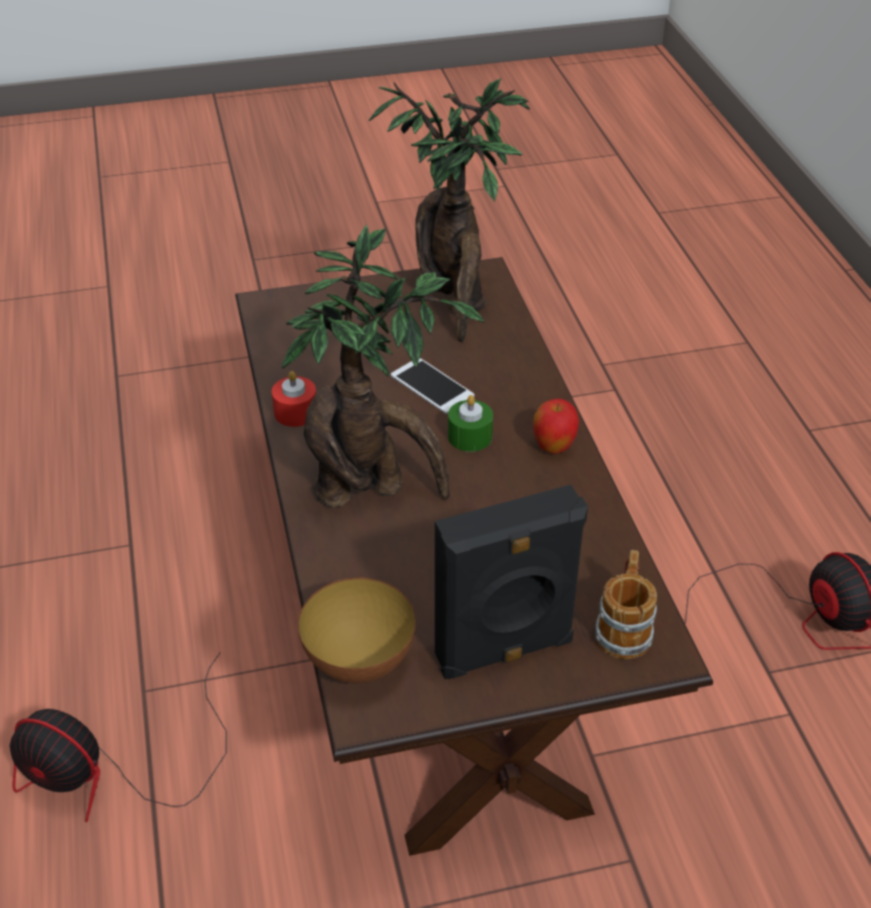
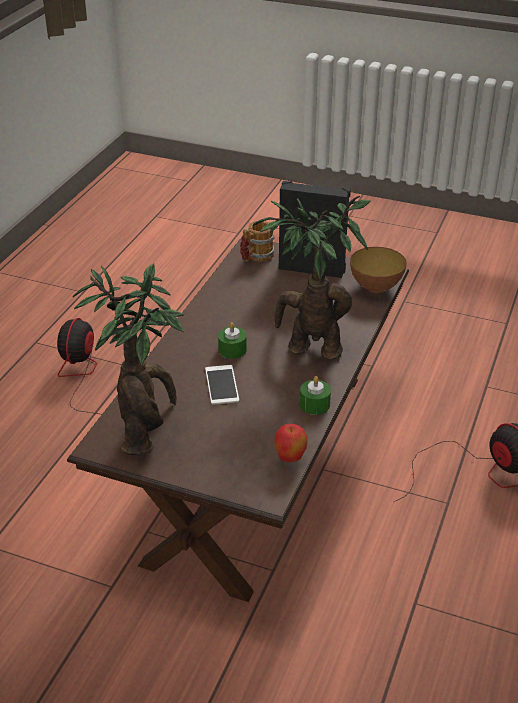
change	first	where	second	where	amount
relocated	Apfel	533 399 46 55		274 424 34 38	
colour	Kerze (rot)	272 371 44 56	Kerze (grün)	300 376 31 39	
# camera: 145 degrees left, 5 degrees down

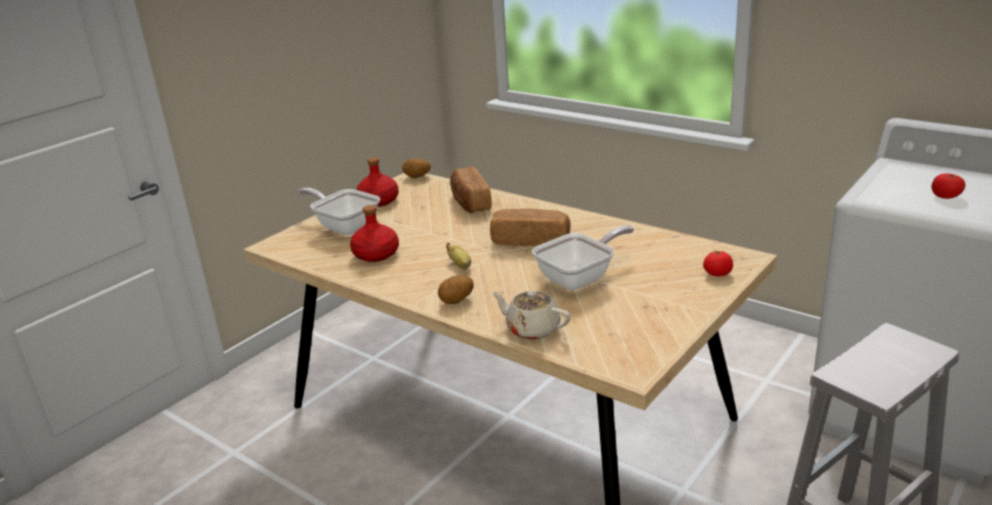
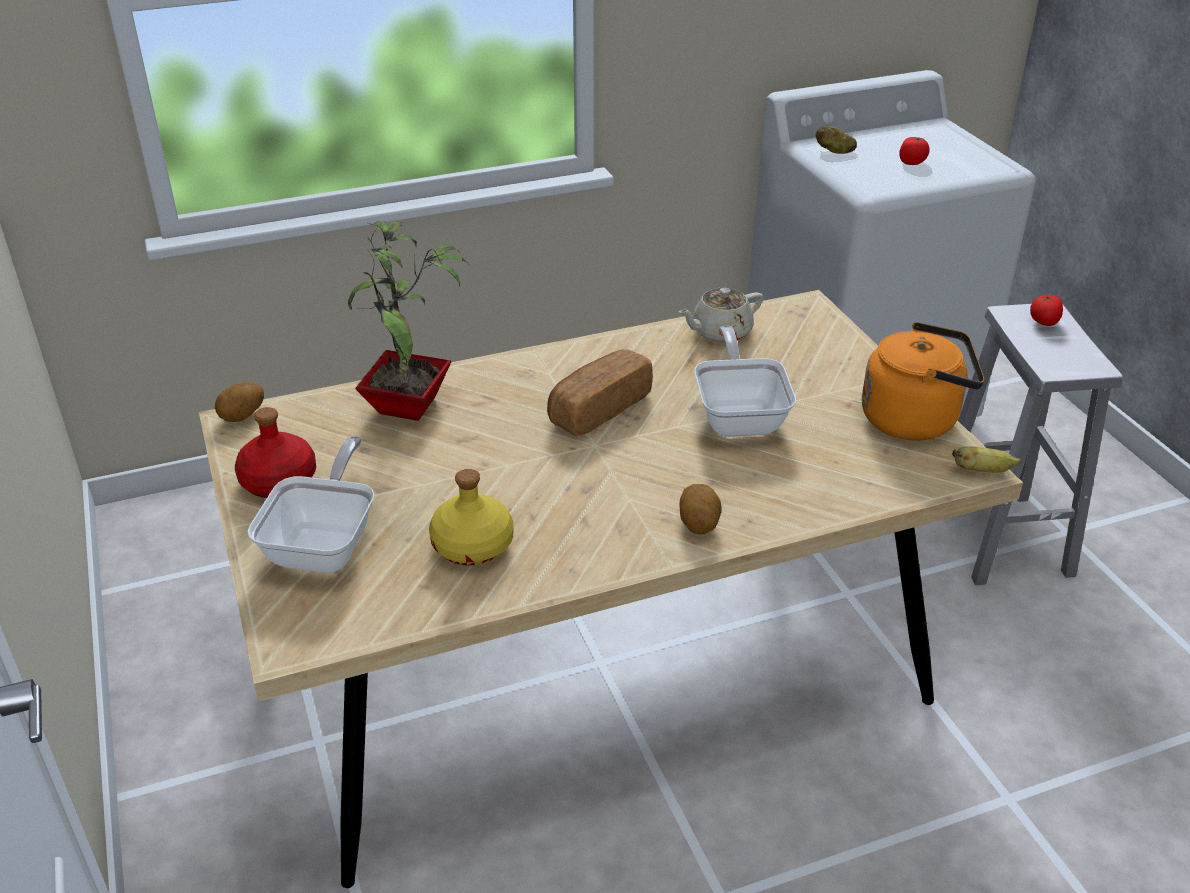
change	first	where	second	where	amount
spun	Pfanne	299 188 81 47		247 436 128 137	120 degrees clockwise
exchanged	Brot	450 166 41 47	Topfpflanze	348 221 122 200	
colour	Flasche (rot)	350 205 49 57	Flasche (gelb)	429 469 84 96	
relocated	Teekanne (beige)	491 291 80 49		679 288 84 55	
appeared			Kartoffel	816 125 41 29	
appeared			Wasserkessel (orange)	862 322 122 119	
relocated	Banane	446 243 25 26		952 446 69 27	
relocated	Tomate	703 250 30 26		1030 294 33 32	
# camera: 60 degrees left, 10 degrees up

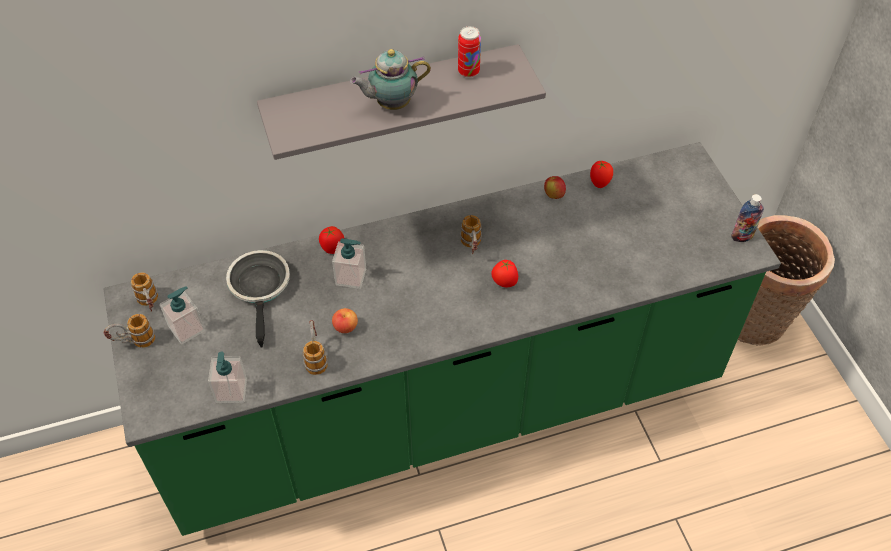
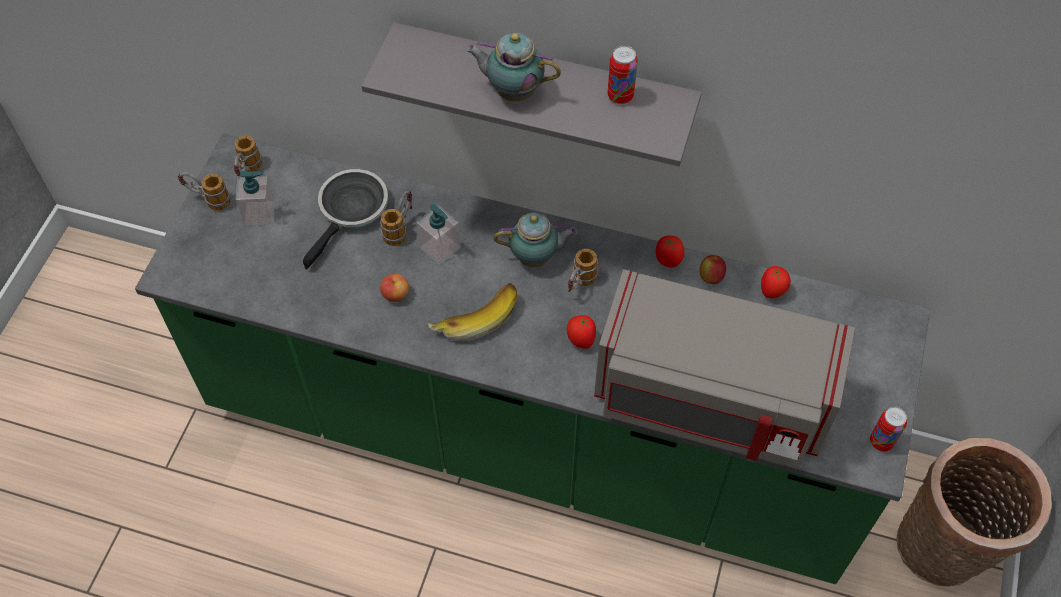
change	first	where	second	where	amount
relocated	Henkelbecher	303 320 25 55		380 190 32 56	
appeared			Banane	428 283 89 58	
appeared			Teekanne	494 212 84 55	
appeared			Mikrowelle (grau)	594 269 261 200	
relocated	Tomate	319 226 26 28		656 235 28 33	
exchanged	Flasche	731 194 33 48	Dose	870 407 37 45	
missing	Seifenspender	208 352 39 51			
# camera: 35 degrees right, 5 degrees up

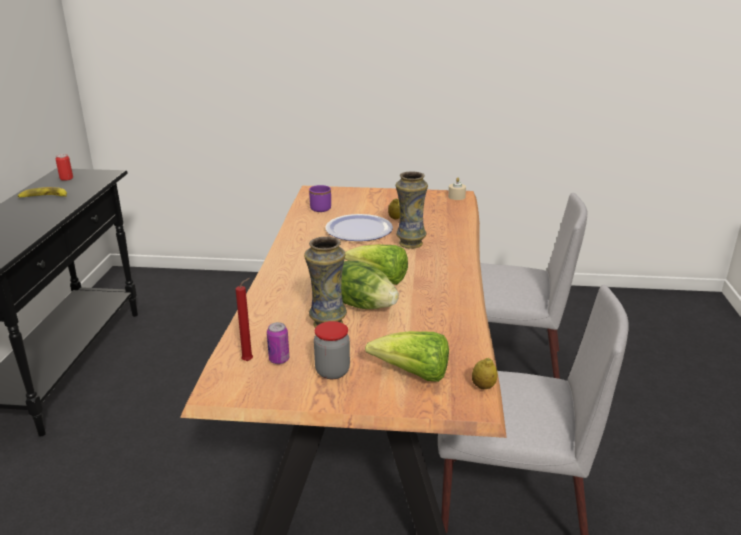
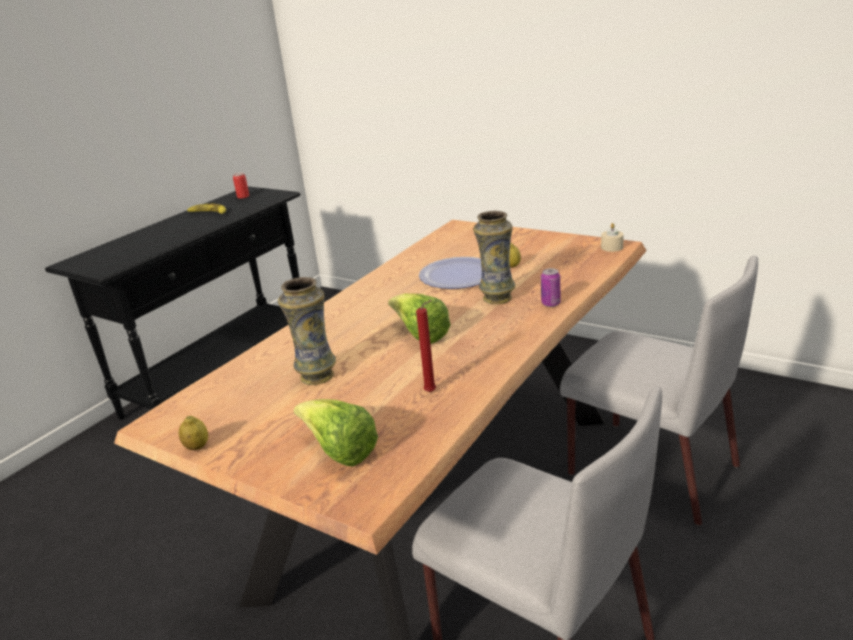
change	first	where	second	where	amount
relocated	Zitrone	472 358 25 31		179 416 29 34	
relocated	Kerze (rot)	236 278 17 83		416 300 20 92	
relocated	Dose	267 322 22 42		541 268 20 39	
missing	Henkelbecher (lila)	309 185 22 27			
missing	Vorratsglas	314 321 36 58			
missing	Salatkopf	341 261 58 48			
# camera: 30 degrees right, 0 degrees up

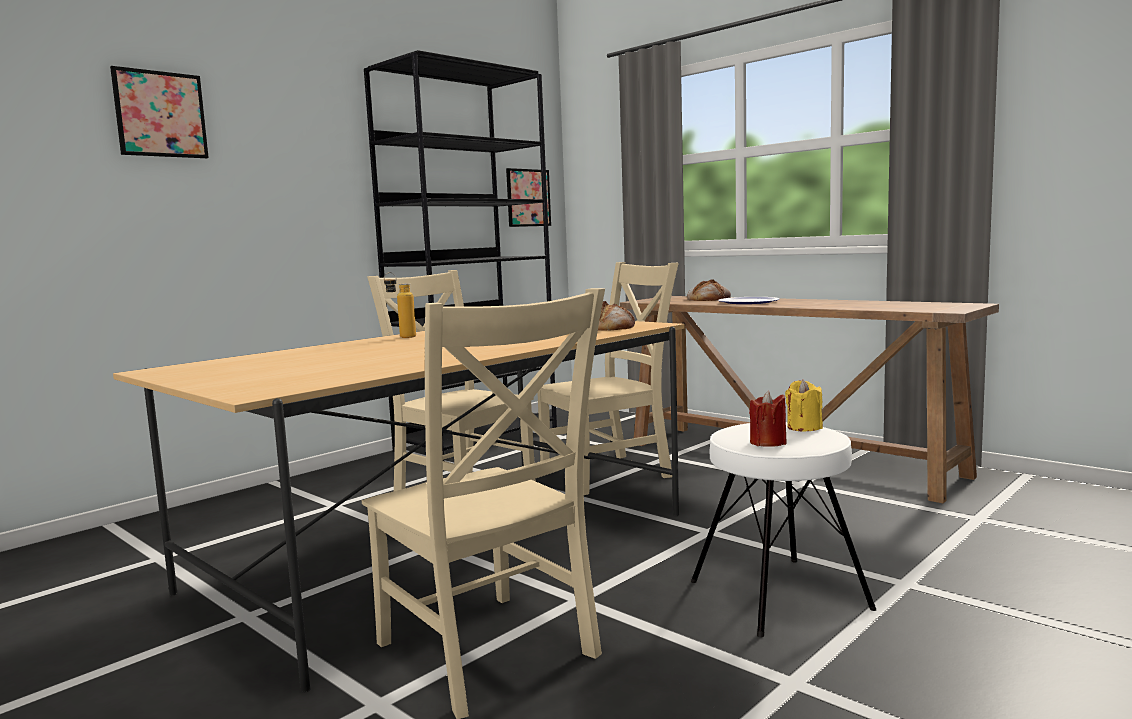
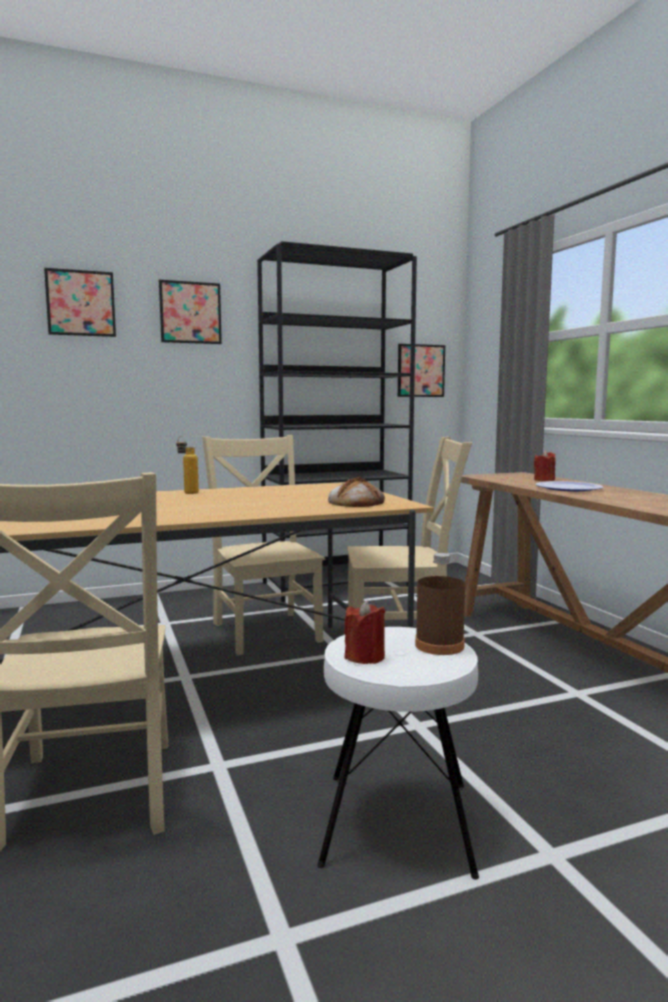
change	first	where	second	where	amount
appeared			Bild	159 280 63 64	
exchanged	Kerze (gelb)	785 379 38 53	Flasche (braun)	415 553 50 102	
exchanged	Brot	687 279 44 22	Kerze (rot)	534 451 22 30	
# camera: 25 degrees right, 0 degrees up

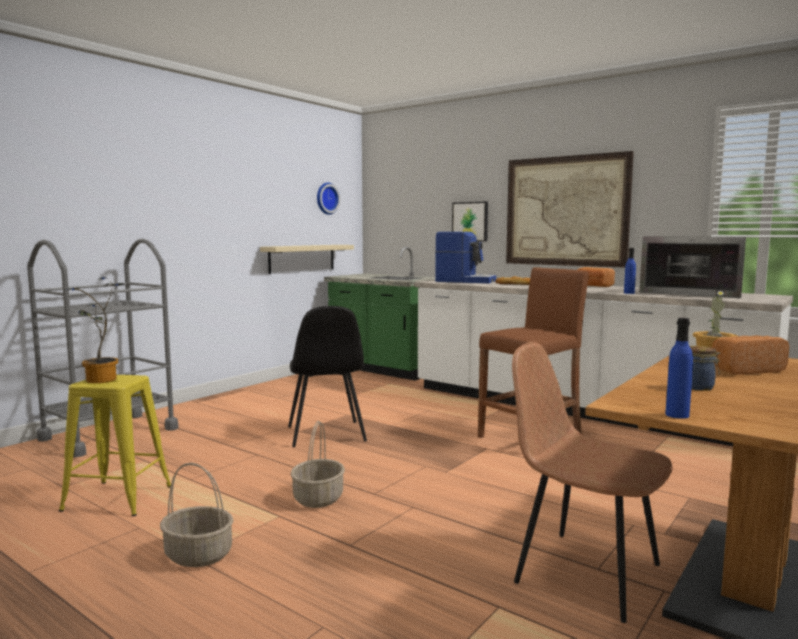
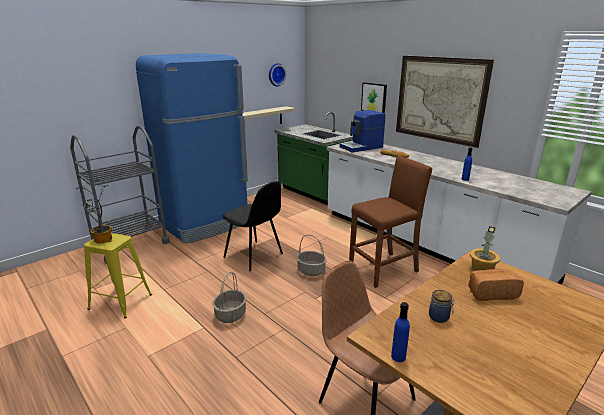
change	first	where	second	where	amount
appeared			Kühlschrank (blau)	136 53 112 191	
spun	Stuhl (schwarz)	288 306 79 141		223 181 60 90	45 degrees counterclockwise
relocated	Korb	160 463 74 104		296 235 31 41	
spun	Kaffeemaschine	435 232 61 52		340 110 46 43	120 degrees clockwise
missing	Brot	577 267 38 20			
missing	Mikrowelle	640 236 106 62			
# camera: 10 degrees right, 15 degrees up

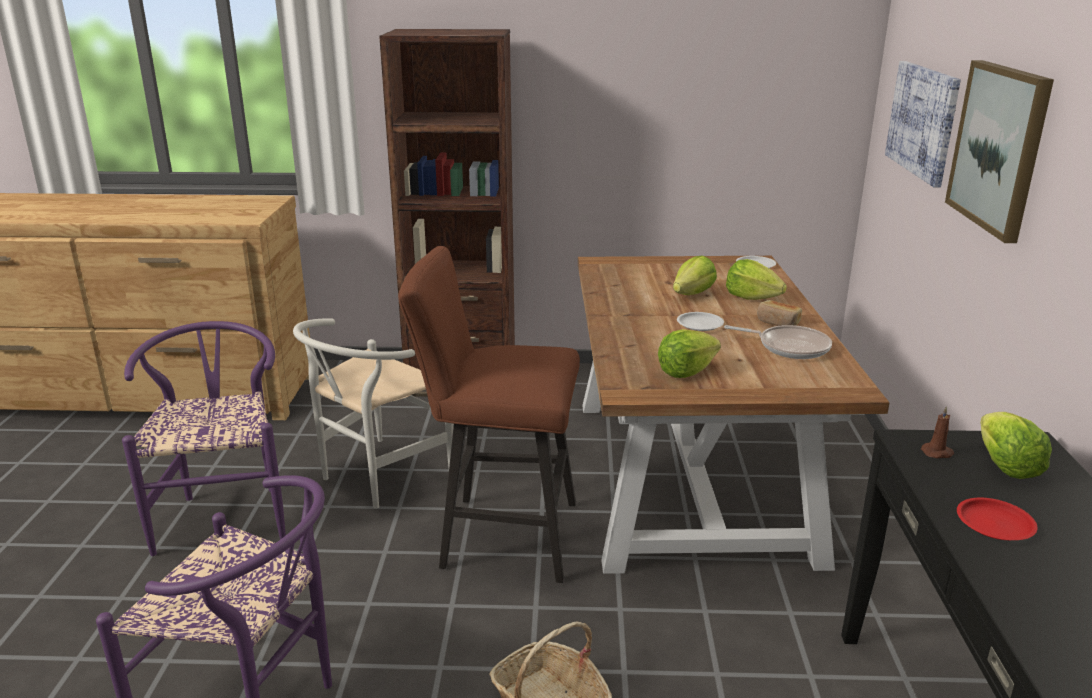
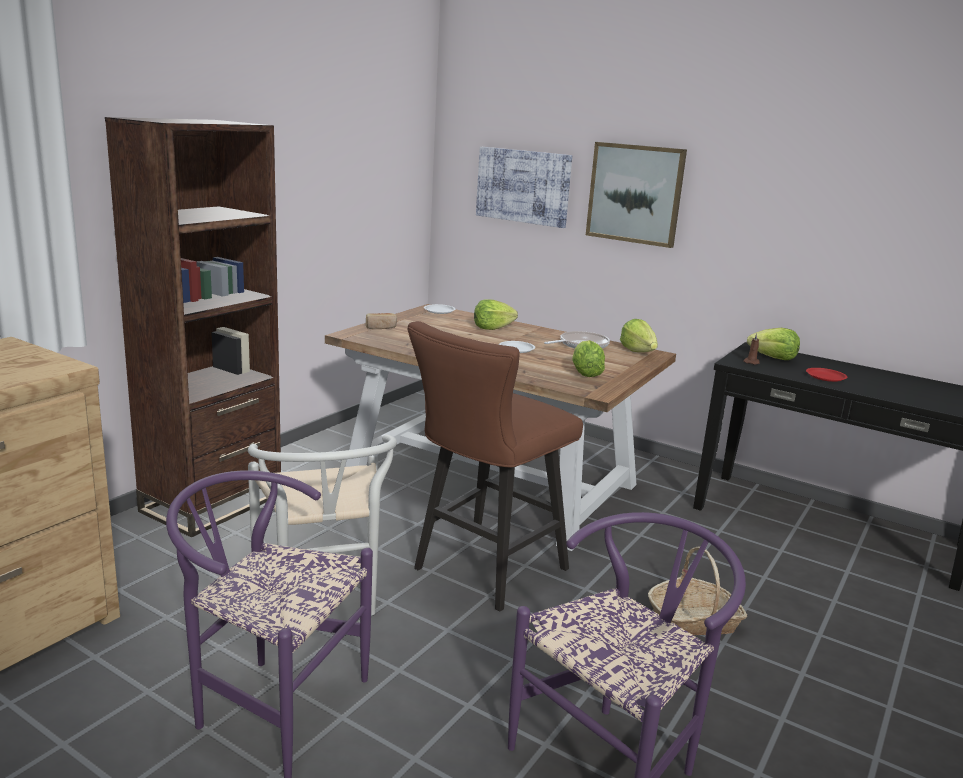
change	first	where	second	where	amount
relocated	Brot	757 300 45 26		366 313 31 16	
relocated	Salatkopf	673 256 44 39		620 319 38 33	
# camera: 60 degrees left, 5 degrees down

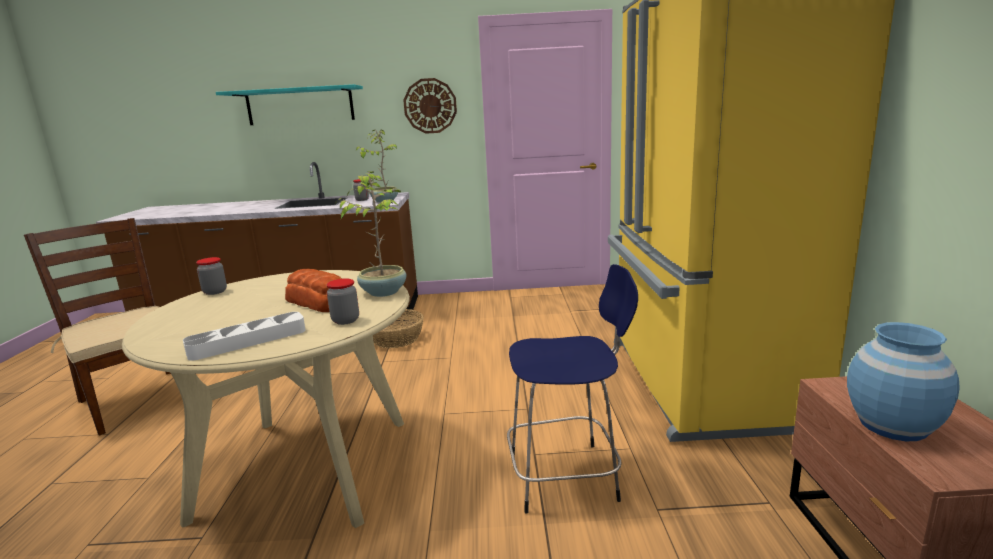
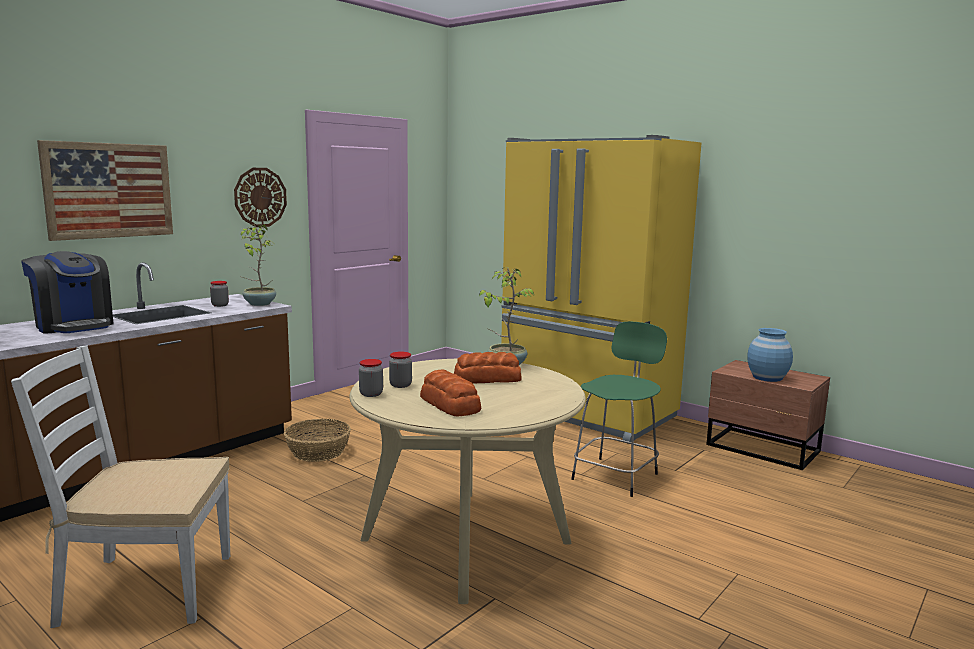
change	first	where	second	where	amount
colour	Stuhl (braun)	24 218 147 218	Stuhl (weiß)	11 346 219 282	
appeared			Kaffeemaschine	21 251 93 83	
exchanged	Wandregal (türkis)	216 84 147 41	Bild	37 140 136 101	
relocated	Vorratsglas	327 279 32 46		389 352 23 36	
appeared			Brot	420 369 62 47	
colour	Hocker (blau)	507 264 131 249	Hocker (grün)	571 322 96 175	
missing	Tablett (weiß)	183 312 123 49			
# camera: 50 degrees left, 5 degrees down

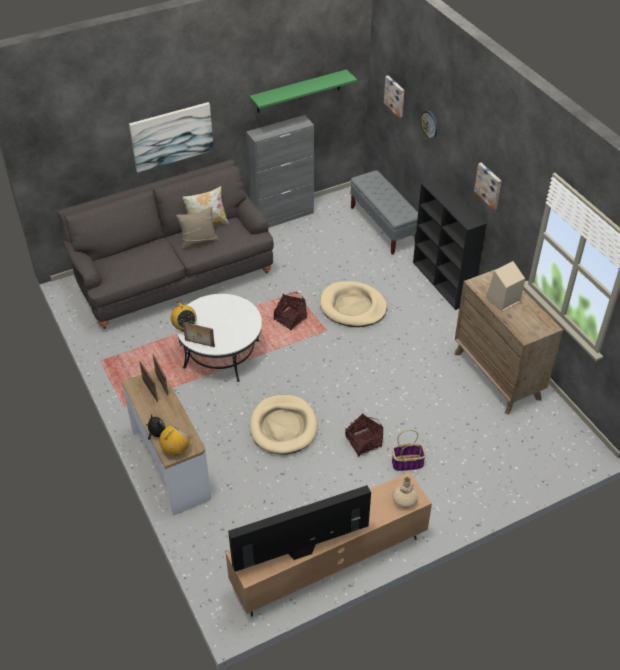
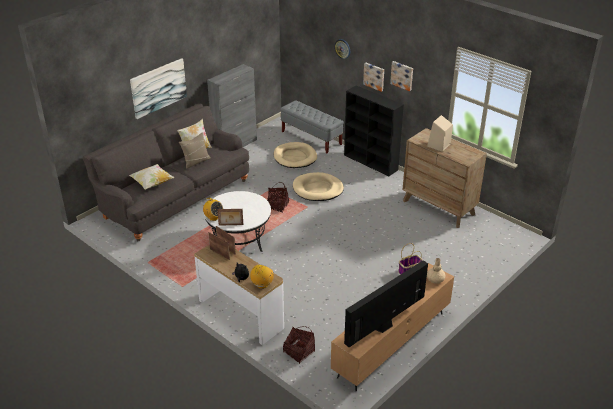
change	first	where	second	where	amount
appeared			Kissen	129 164 46 25	
relocated	Hundebett (beige)	250 395 68 60		274 142 43 26	
relocated	Korb	345 413 38 44		283 326 32 38	
relocated	Bild	384 75 20 43		363 63 21 29	
missing	Wandregal (grün)	249 69 108 44			
# camera: 20 degrees left, 10 degrees down

